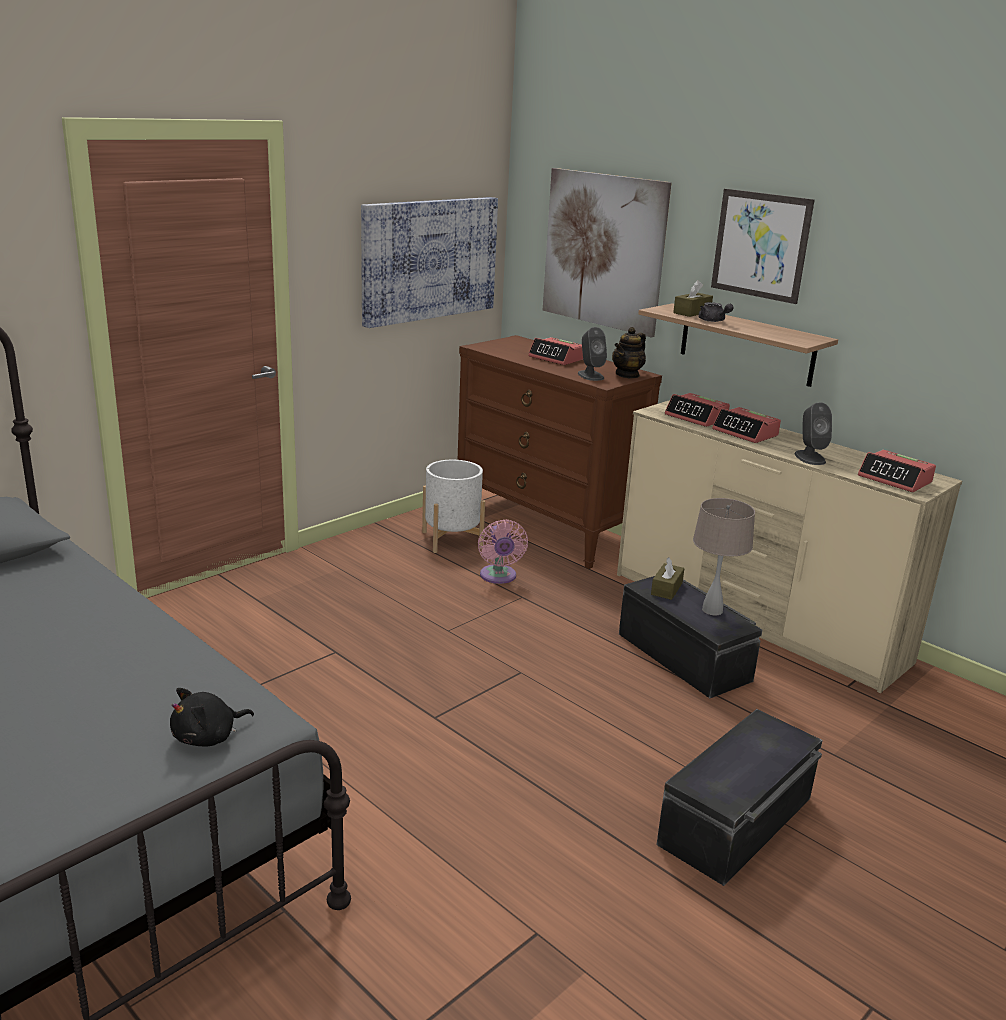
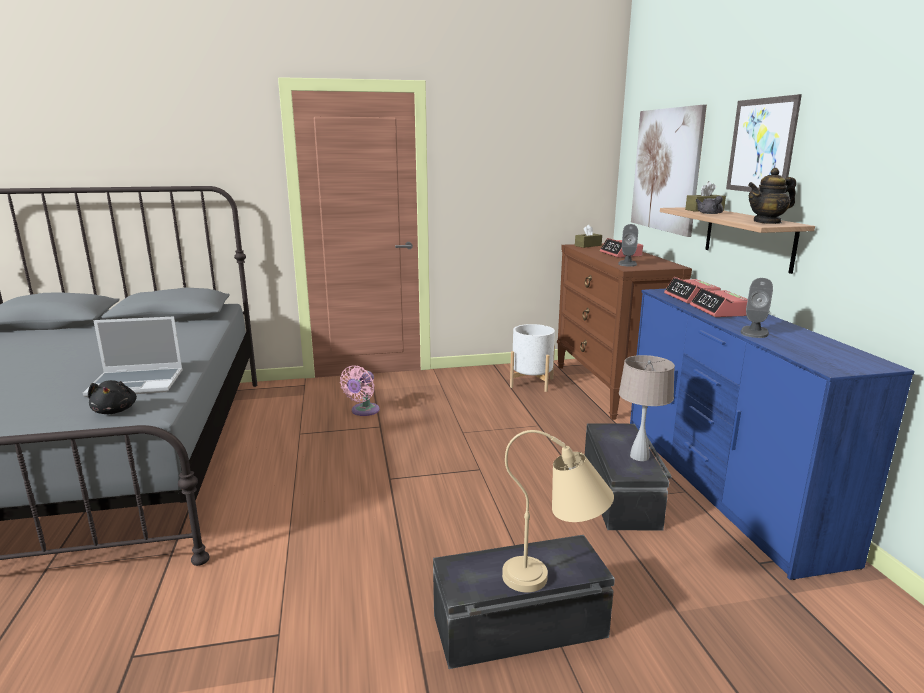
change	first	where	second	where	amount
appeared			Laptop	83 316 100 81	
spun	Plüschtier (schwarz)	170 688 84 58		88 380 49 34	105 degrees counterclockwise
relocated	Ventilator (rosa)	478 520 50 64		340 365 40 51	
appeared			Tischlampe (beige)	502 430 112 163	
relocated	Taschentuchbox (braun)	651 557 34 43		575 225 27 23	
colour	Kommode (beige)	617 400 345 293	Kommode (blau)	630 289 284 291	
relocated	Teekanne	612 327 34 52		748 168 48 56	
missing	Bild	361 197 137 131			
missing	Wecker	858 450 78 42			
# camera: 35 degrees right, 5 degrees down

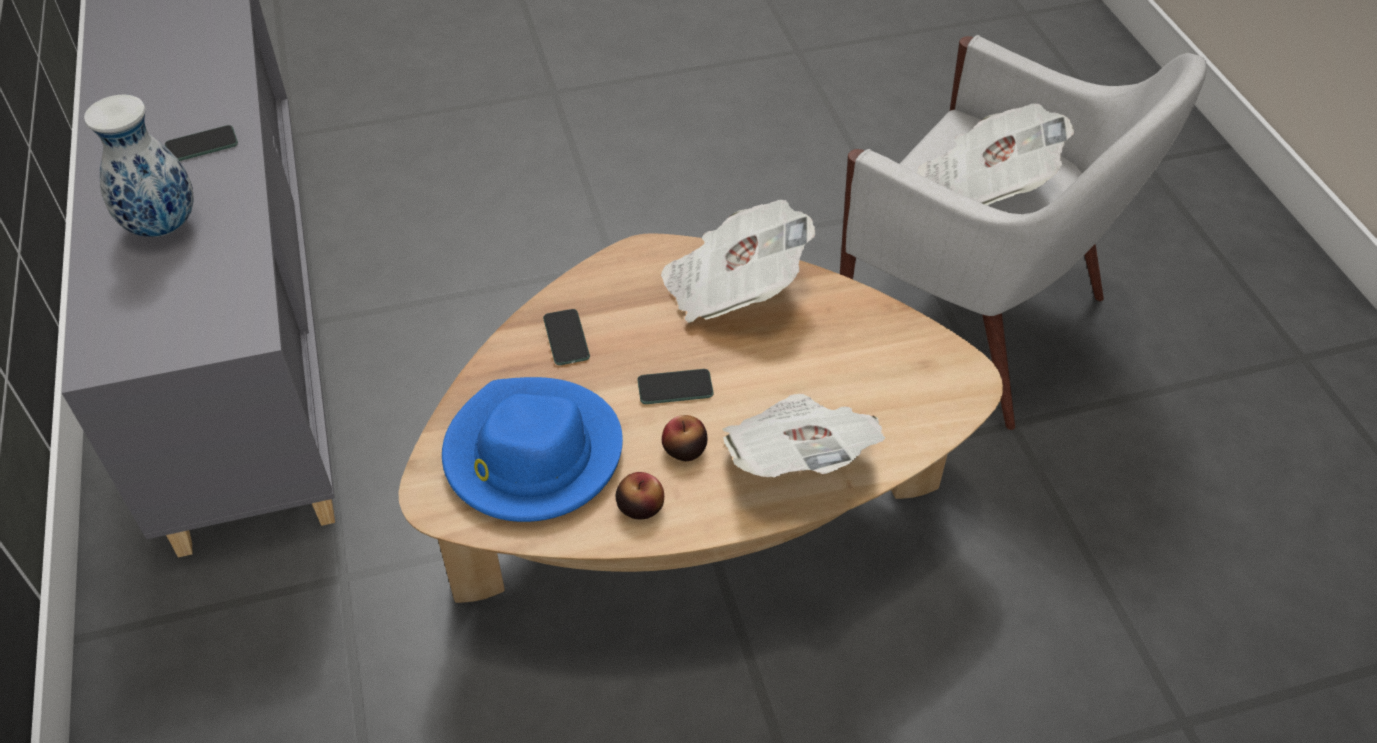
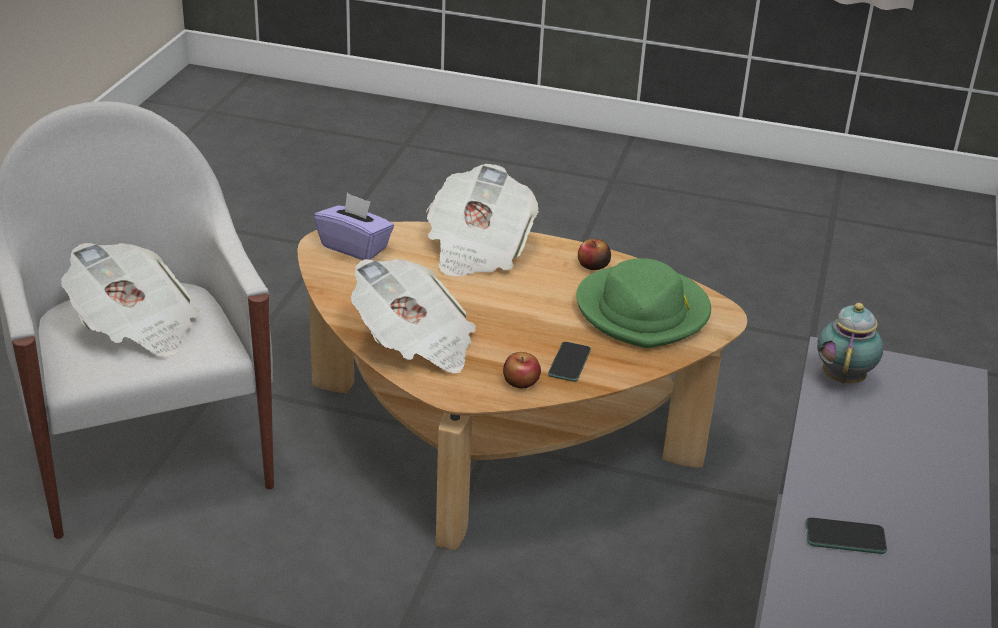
change	first	where	second	where	amount
appeared			Taschentuchbox (lila)	314 193 80 67	
relocated	Apfel	662 415 46 46		503 352 38 36	
colour	Hut (blau)	442 377 181 145	Hut (grün)	576 258 135 90	
appeared			Teekanne	817 302 66 81	
missing	Vase	84 95 110 142			
missing	Handy	638 369 76 35			
# camera: 150 degrees left, 15 degrees down

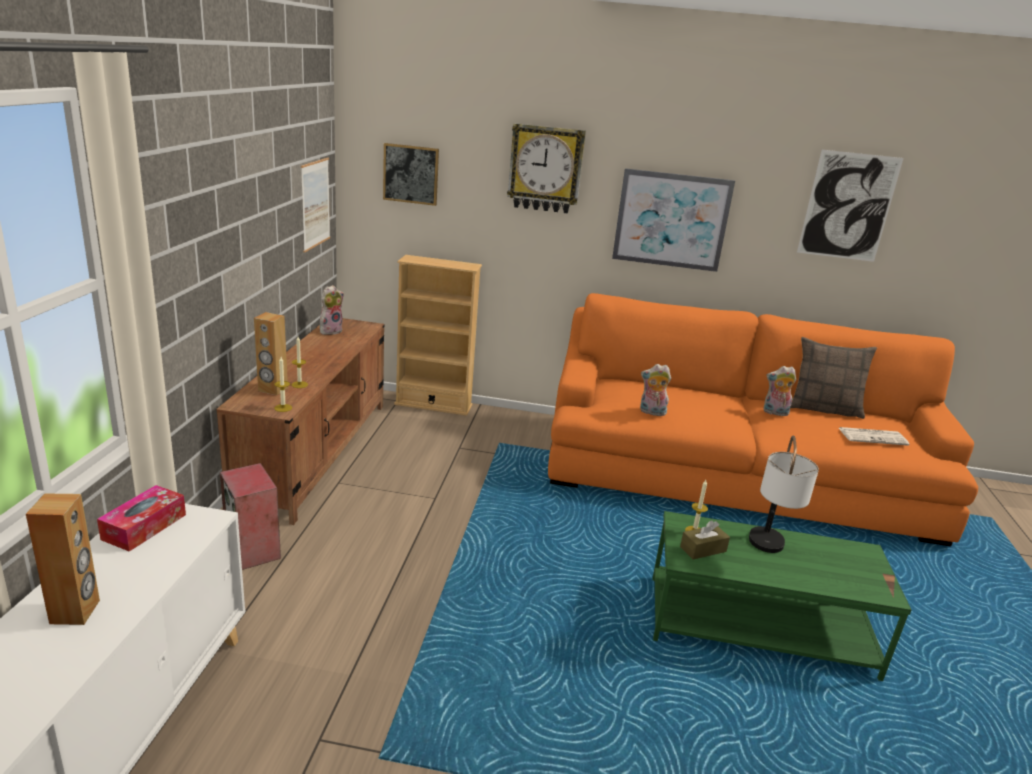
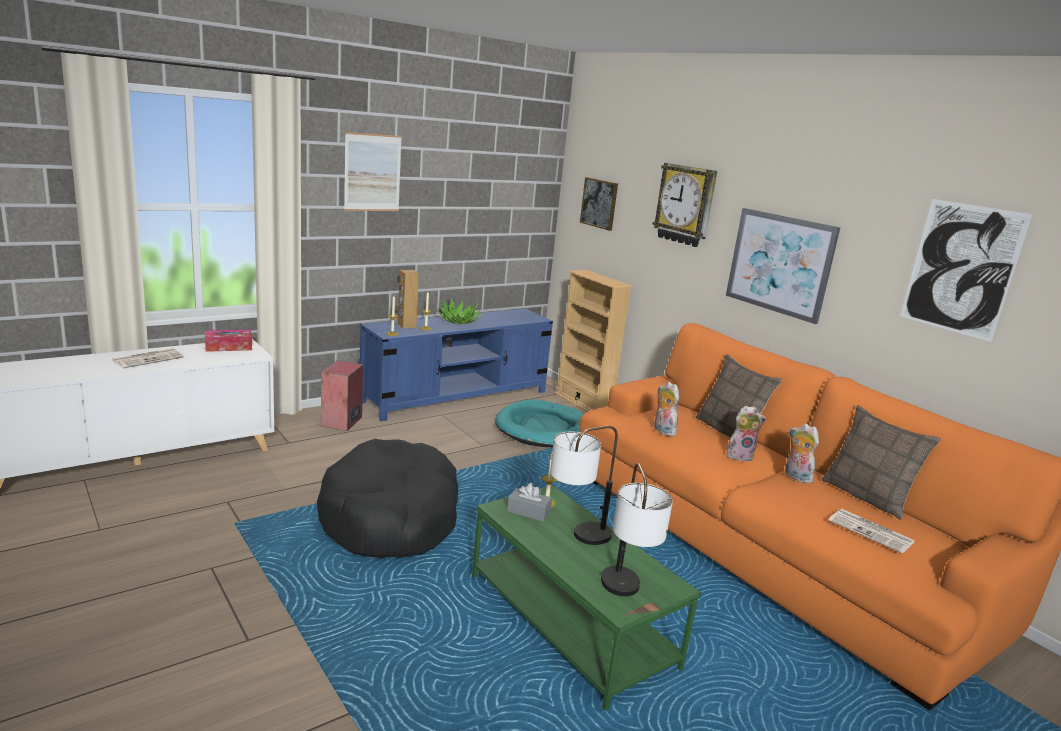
change	first	where	second	where	amount
exchanged	Lautsprecher (braun)	26 493 74 132	Zeitung	111 348 73 20	
appeared			Hundebett (schwarz)	317 439 141 119	
relocated	Bild	301 158 29 94		344 132 58 79	
colour	Fernsehschrank (braun)	216 318 168 207	Fernsehschrank (blau)	360 309 193 112	
appeared			Topfpflanze	436 298 48 26	
appeared			Hundebett (türkis)	495 399 89 48	
colour	Taschentuchbox (braun)	680 520 50 39	Taschentuchbox (grau)	507 483 45 39	
appeared			Tischlampe	601 463 72 133	
appeared			Kissen	696 354 86 84	
relocated	Plüschtier	320 285 24 50		727 406 39 55	
# camera: 45 degrees right, 5 degrees down

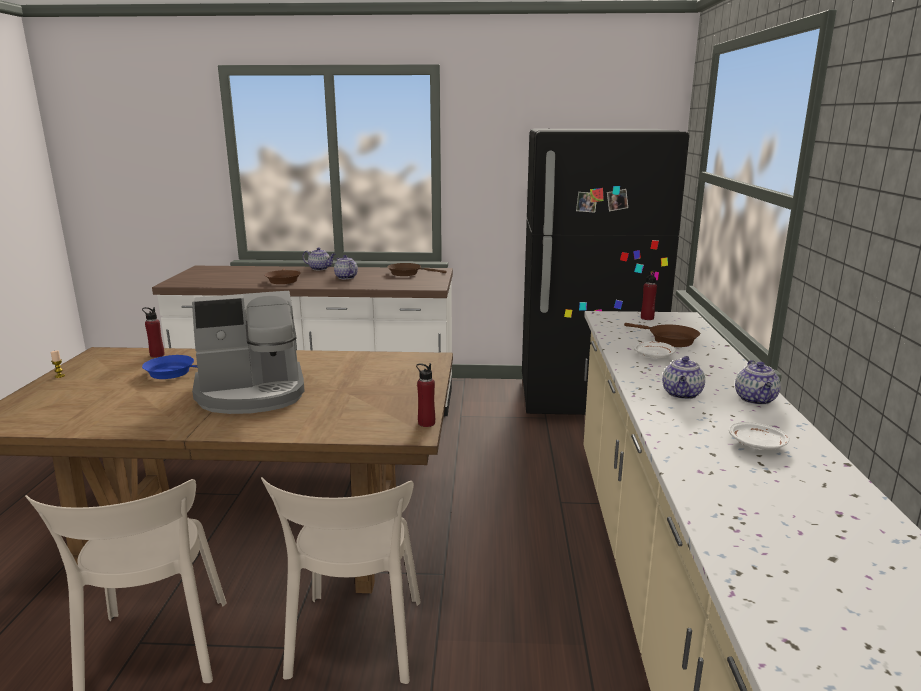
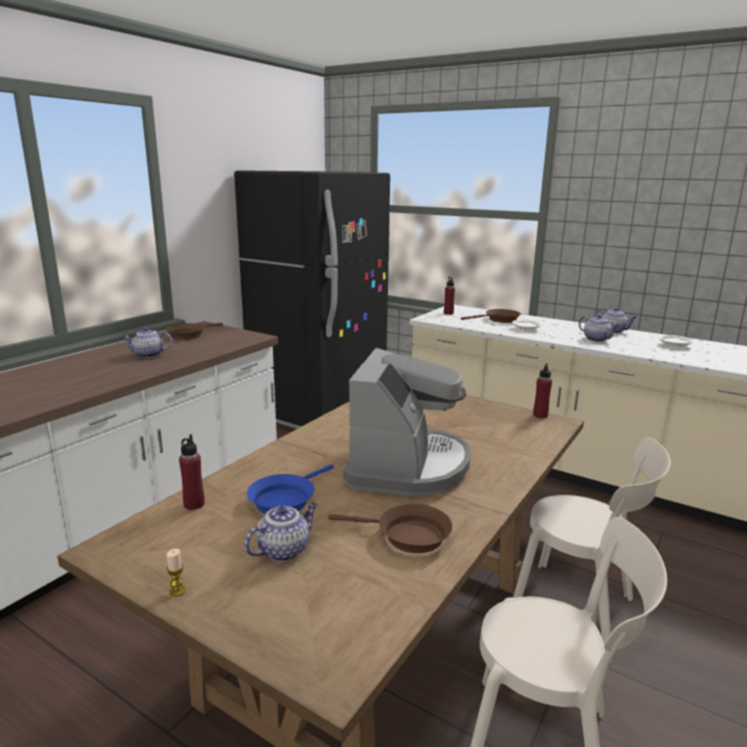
change	first	where	second	where	amount
relocated	Teekanne	303 247 33 23		244 503 74 59	
relocated	Pfanne (braun)	265 268 36 16		328 504 124 49	
# camera: 60 degrees left, 0 degrees up

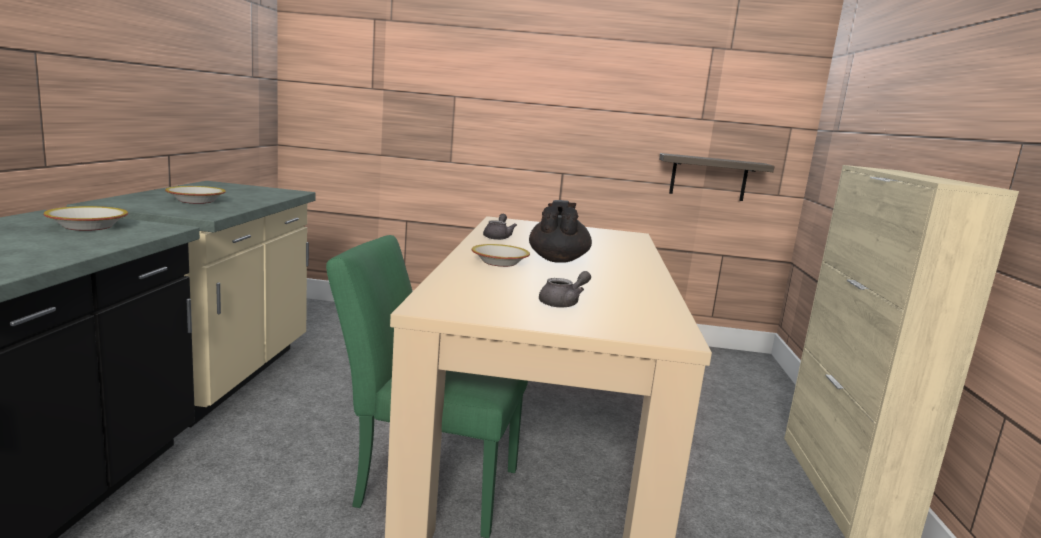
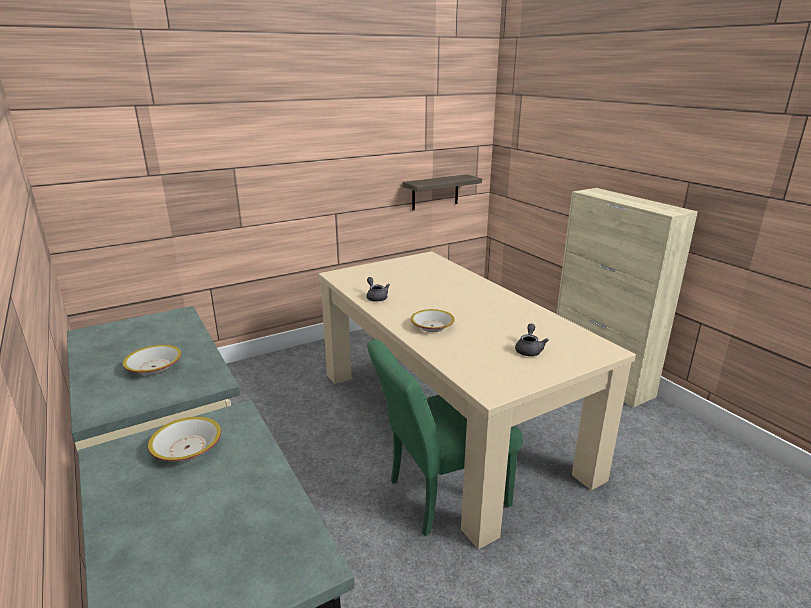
change	first	where	second	where	amount
missing	Teekanne (schwarz)	529 200 63 63			
# camera: 35 degrees left, 10 degrees up

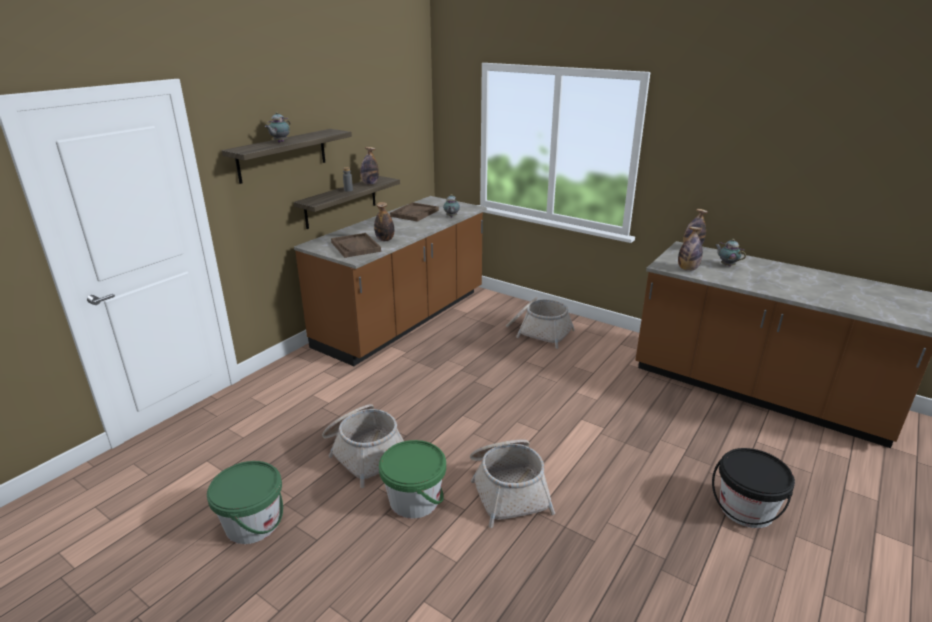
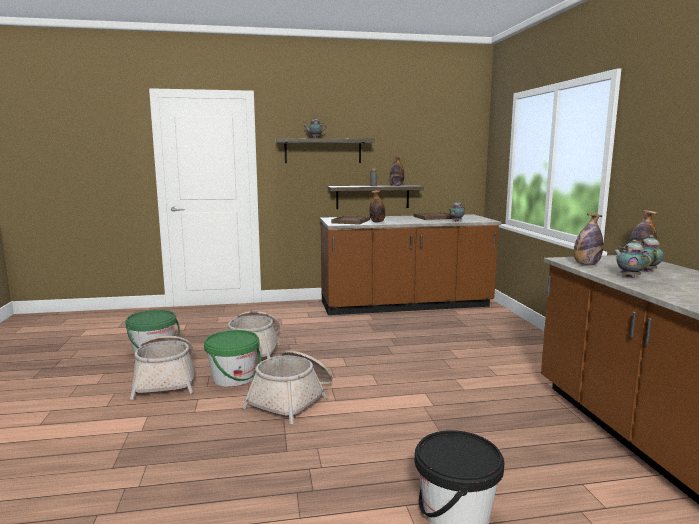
change	first	where	second	where	amount
relocated	Korb	506 297 69 52		130 336 66 64	
appeared			Teekanne	614 240 37 38	
# camera: 45 degrees right, 15 degrees down

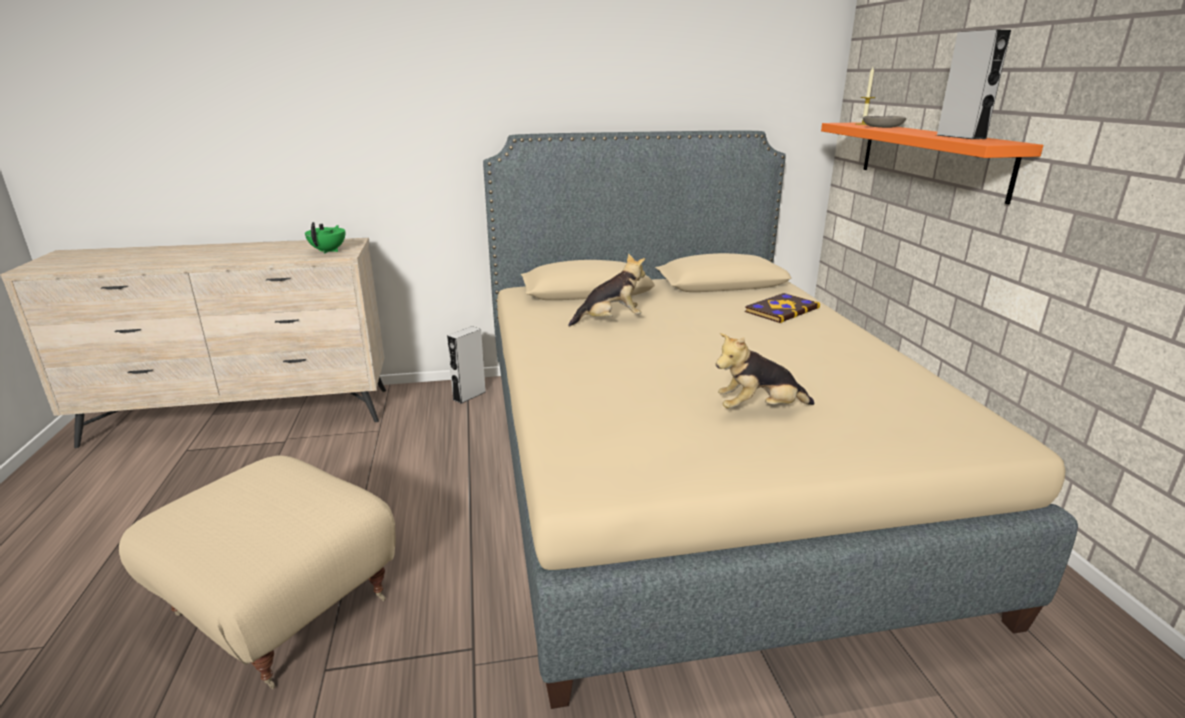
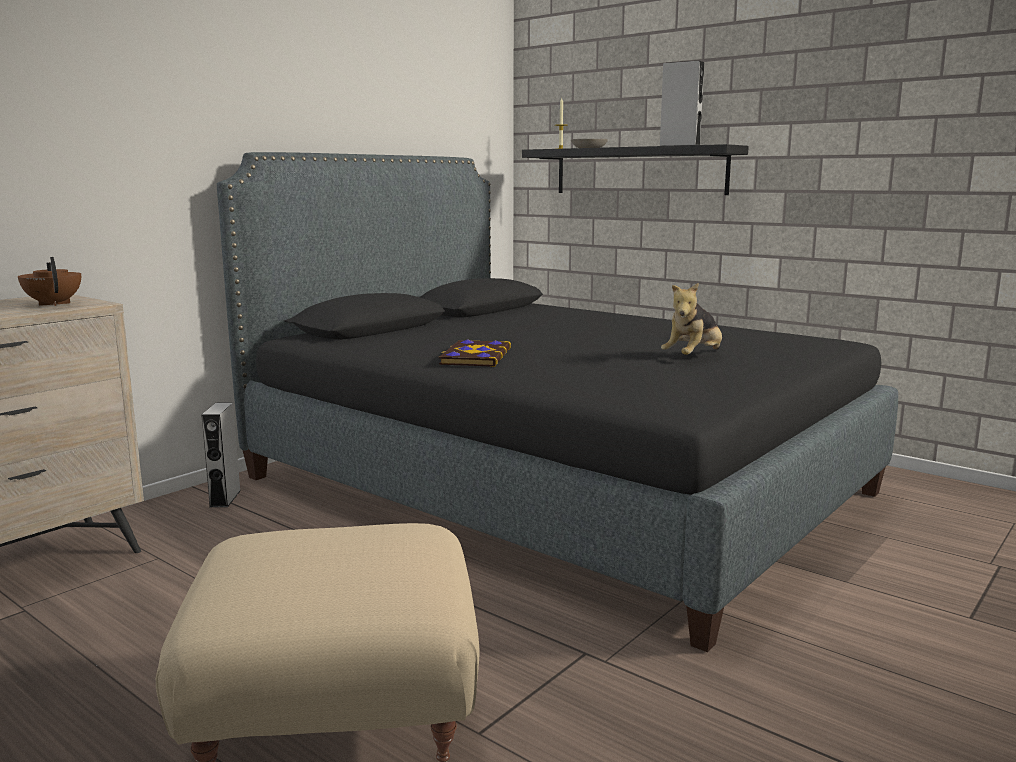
change	first	where	second	where	amount
colour	Teekanne (grün)	305 222 40 32	Teekanne (braun)	18 257 63 49	
colour	Bett (beige)	483 131 595 578	Bett (schwarz)	217 152 681 500	
relocated	Buch	745 293 75 30		439 339 72 28	
colour	Wandregal (orange)	821 122 222 82	Wandregal (schwarz)	522 144 227 51	
missing	Plüschtier	568 253 77 74			
# camera: 40 degrees left, 10 degrees down

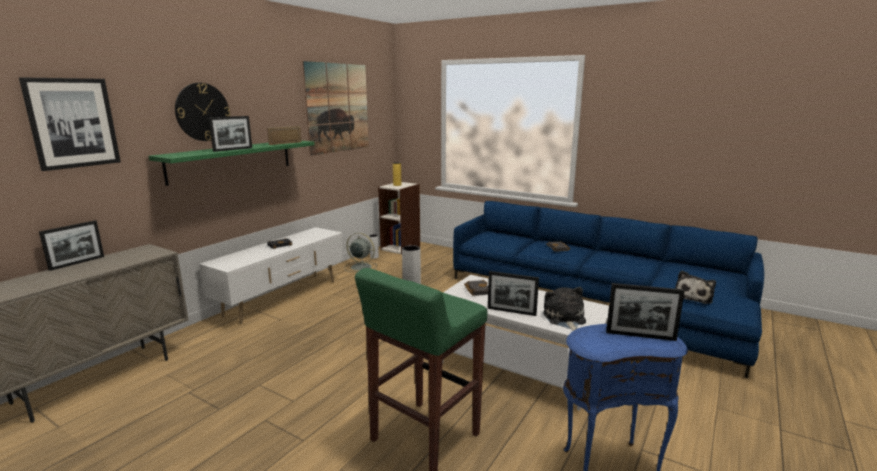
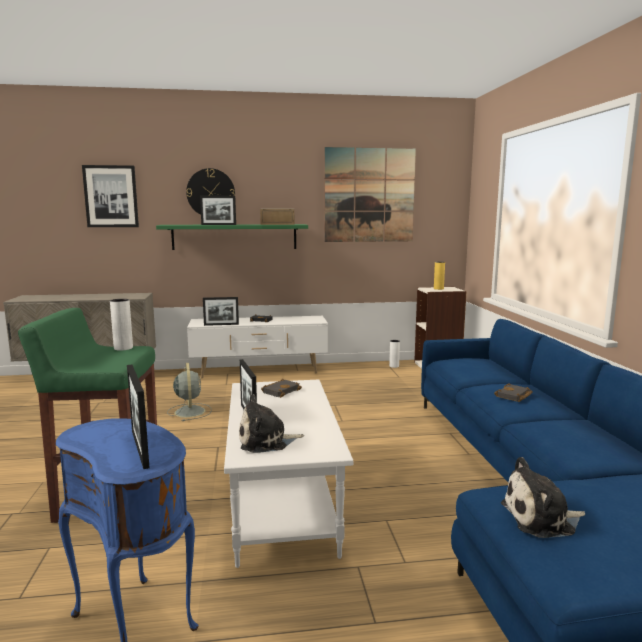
change	first	where	second	where	amount
relocated	Ventilator (grau)	344 233 33 39		167 363 45 58	
relocated	Bilderrahmen	39 220 65 51		203 297 36 29	
spun	Plüschtier	543 287 43 44		239 394 65 59	150 degrees counterclockwise
# camera: 50 degrees right, 5 degrees down

